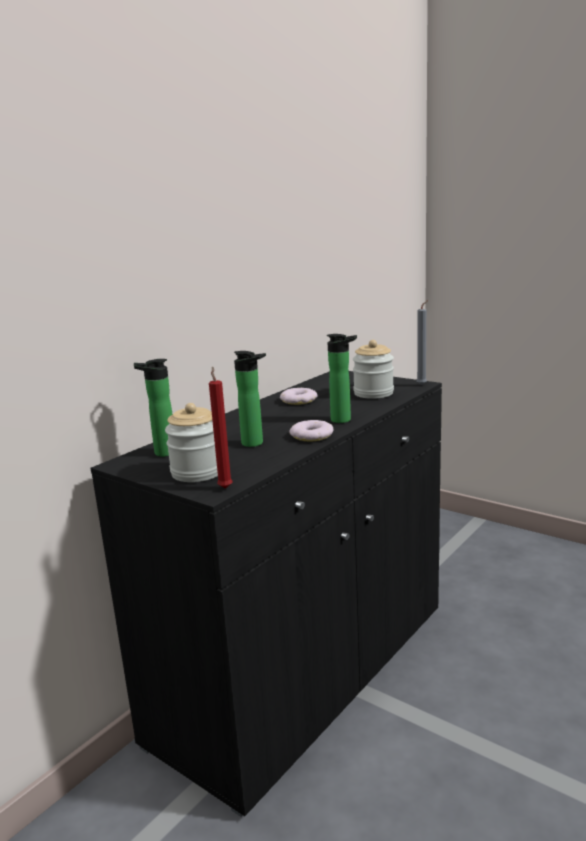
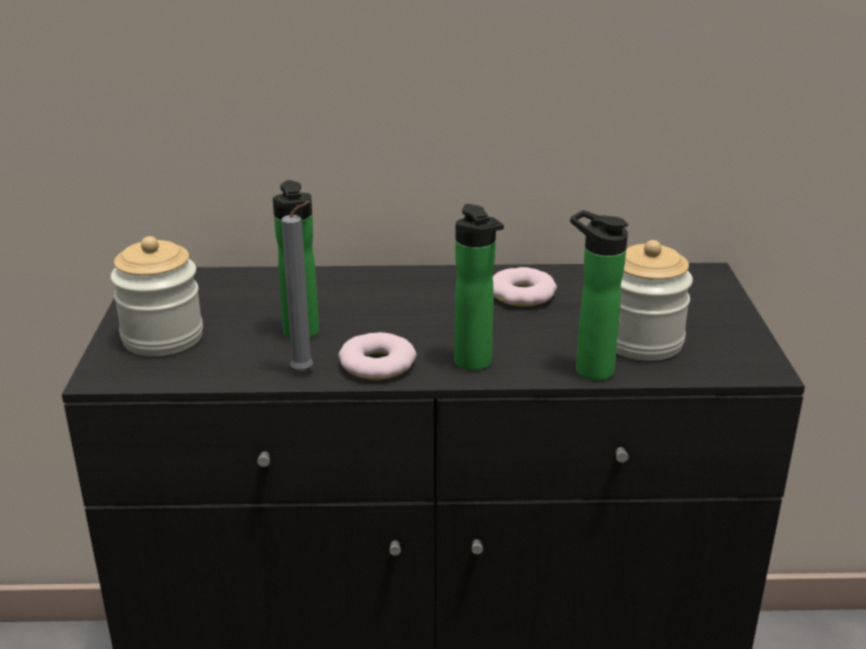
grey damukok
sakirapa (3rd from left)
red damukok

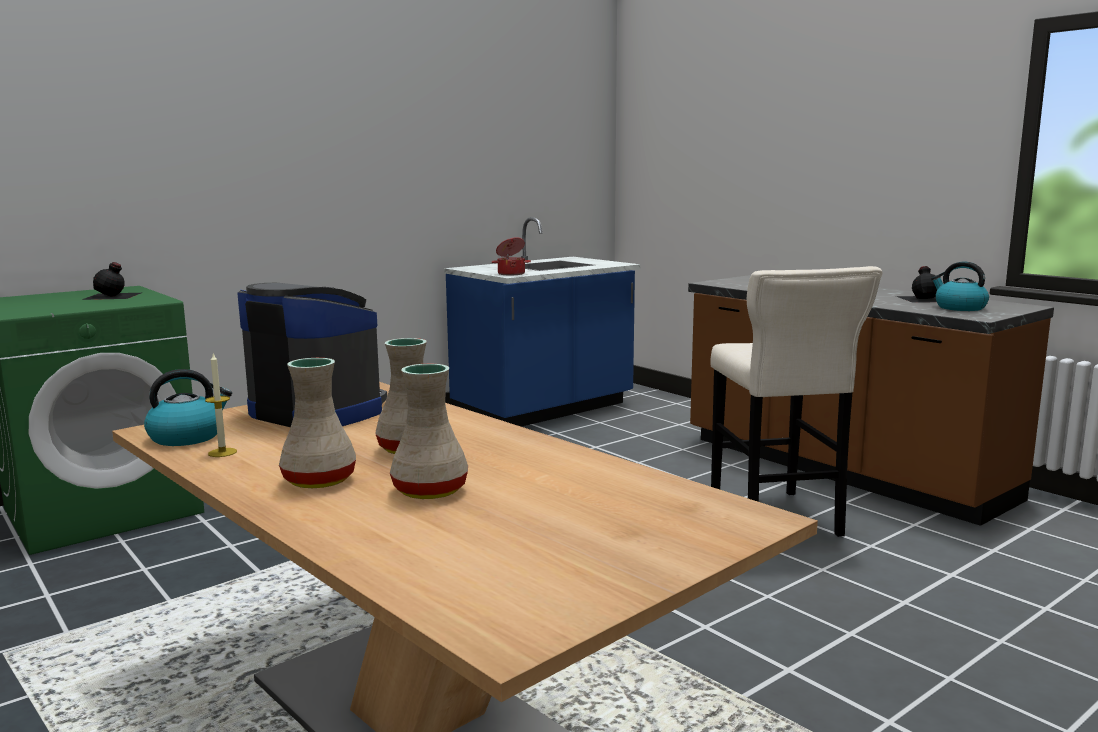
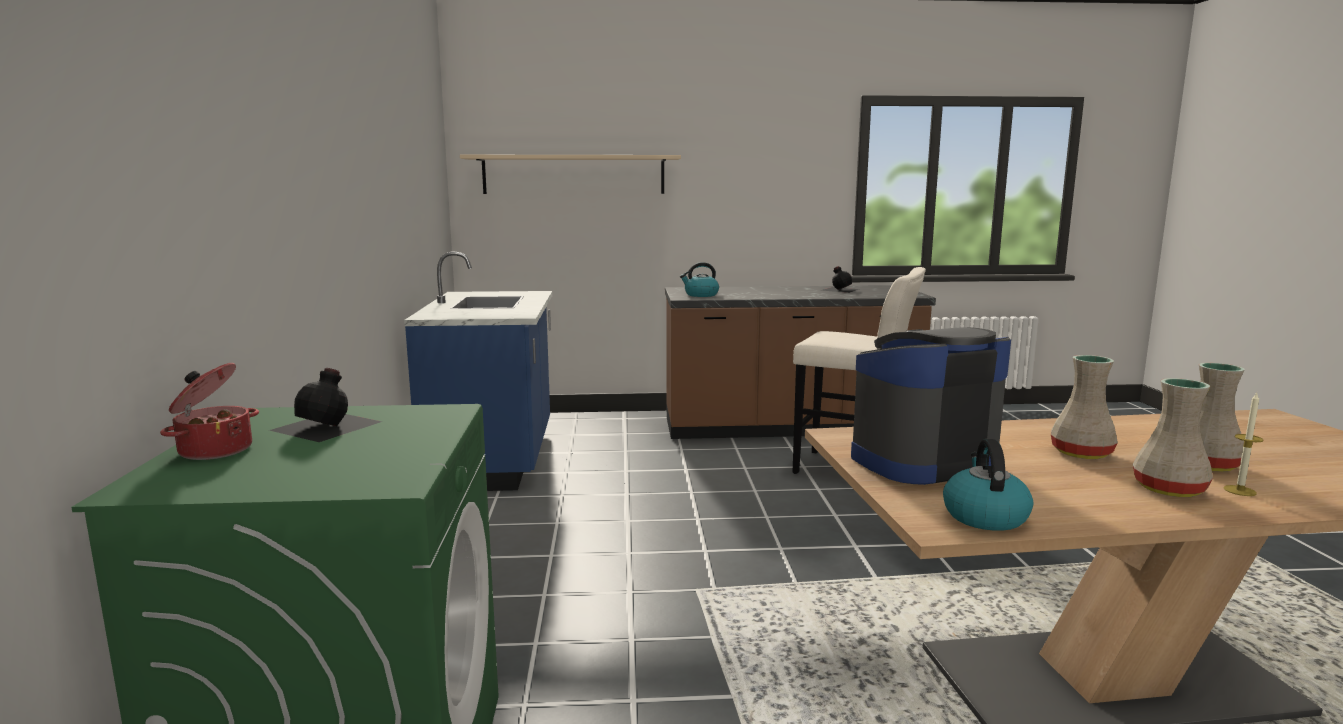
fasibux
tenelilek (1st from left)
damukok
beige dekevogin

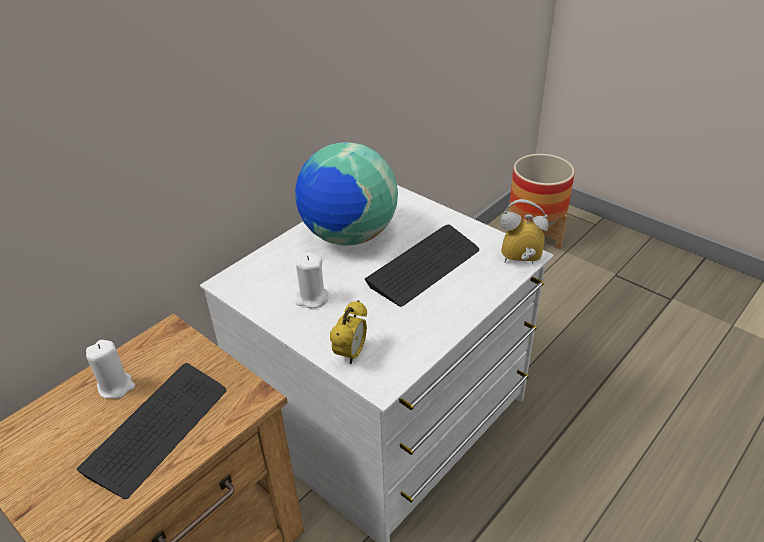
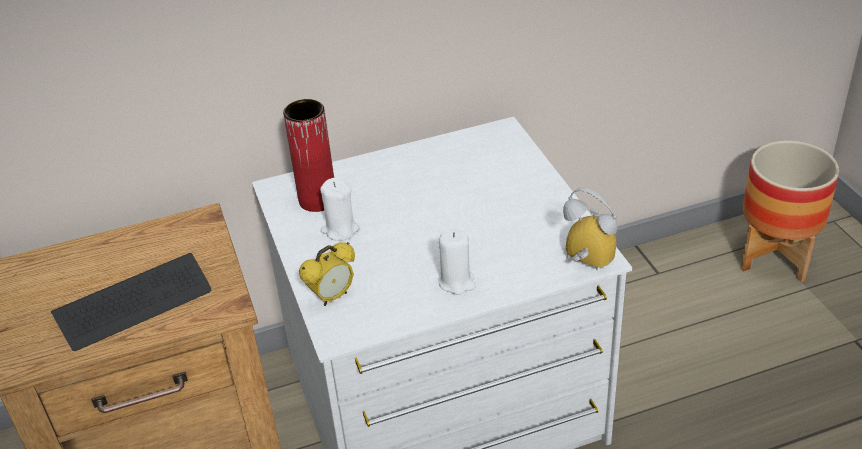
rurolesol
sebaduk (2nd from left in the first image)
white damukok (2nd from left)
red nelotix

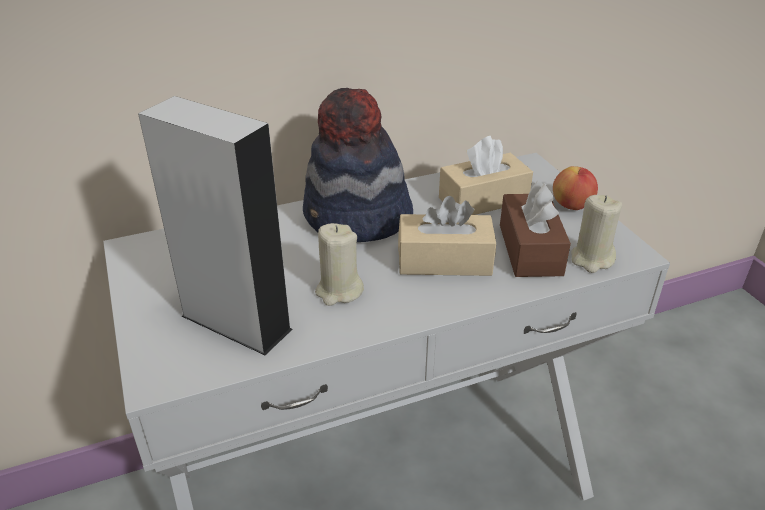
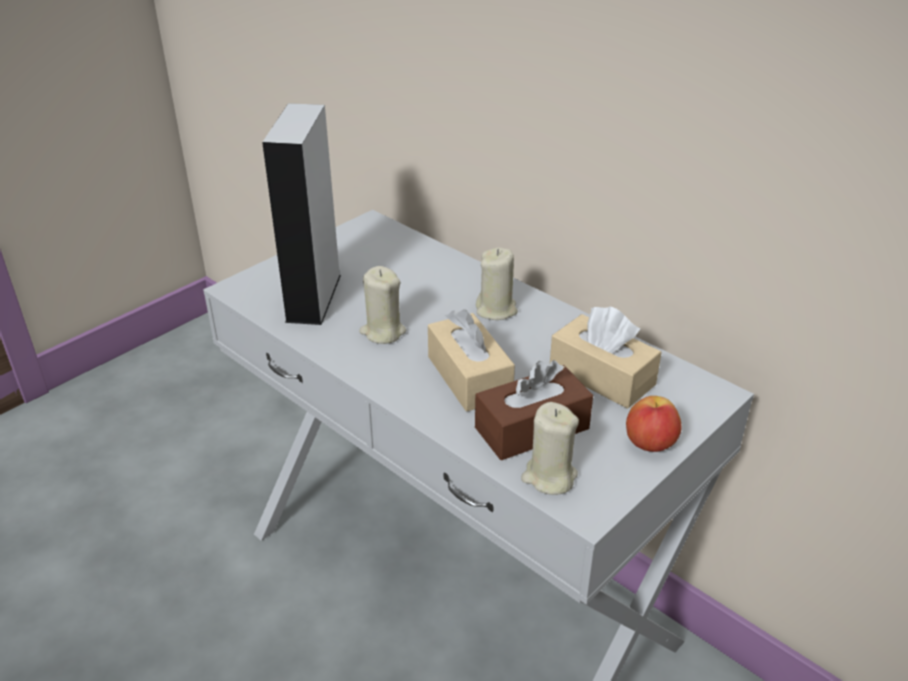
beige damukok (2nd from left)

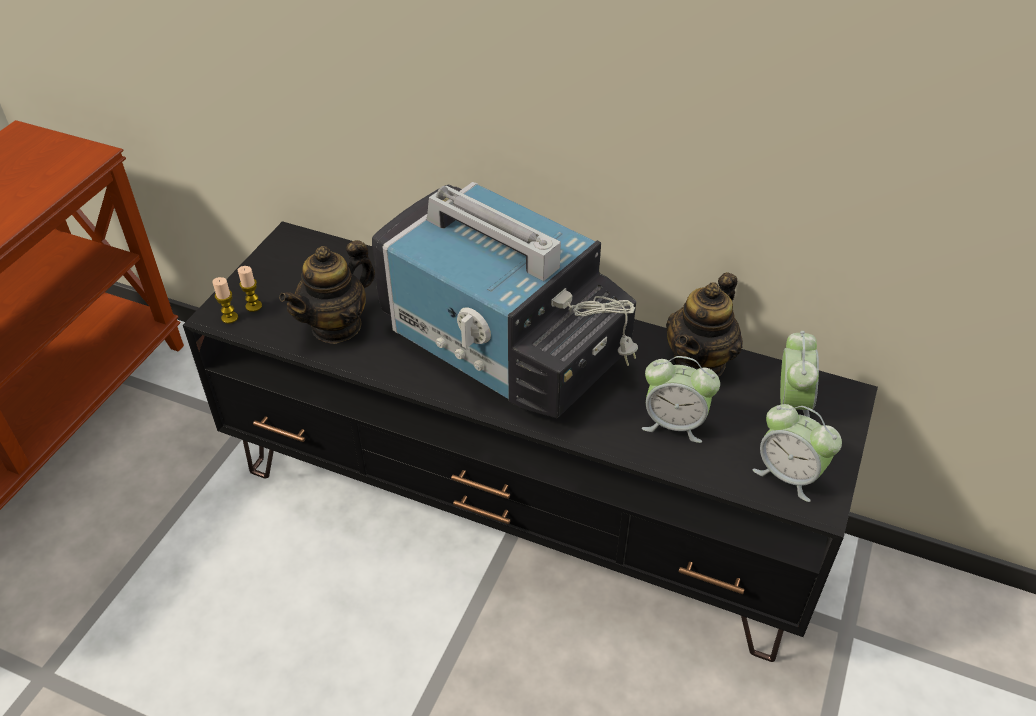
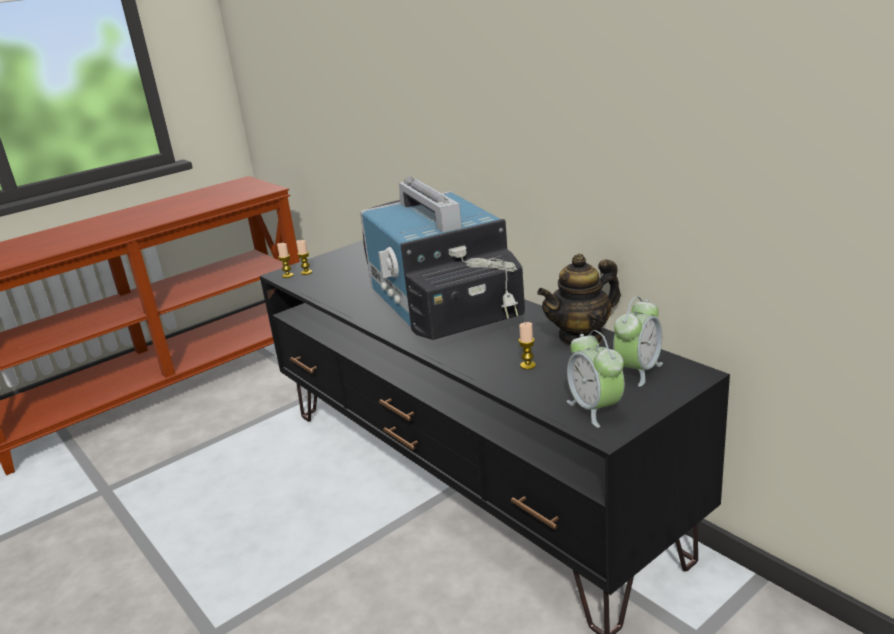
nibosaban (1st from left in the first image)
damukok (3rd from left)

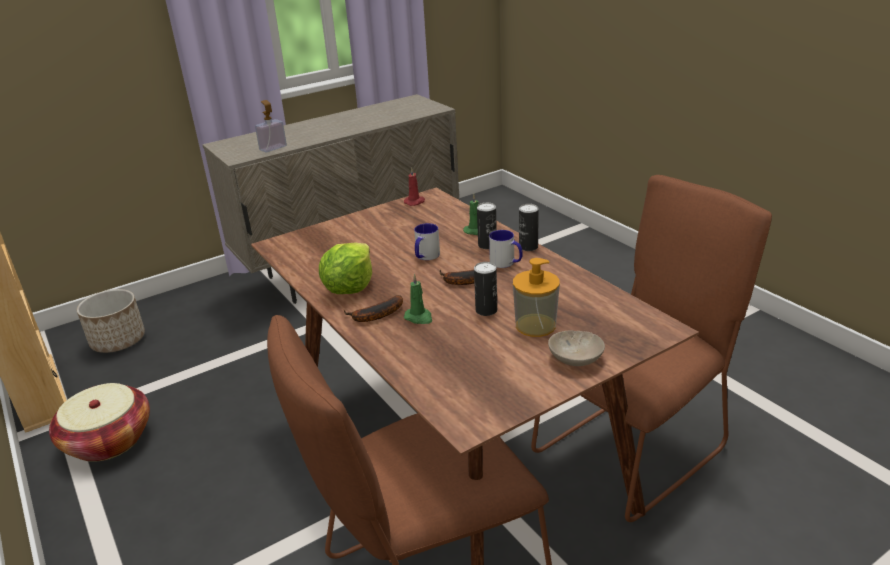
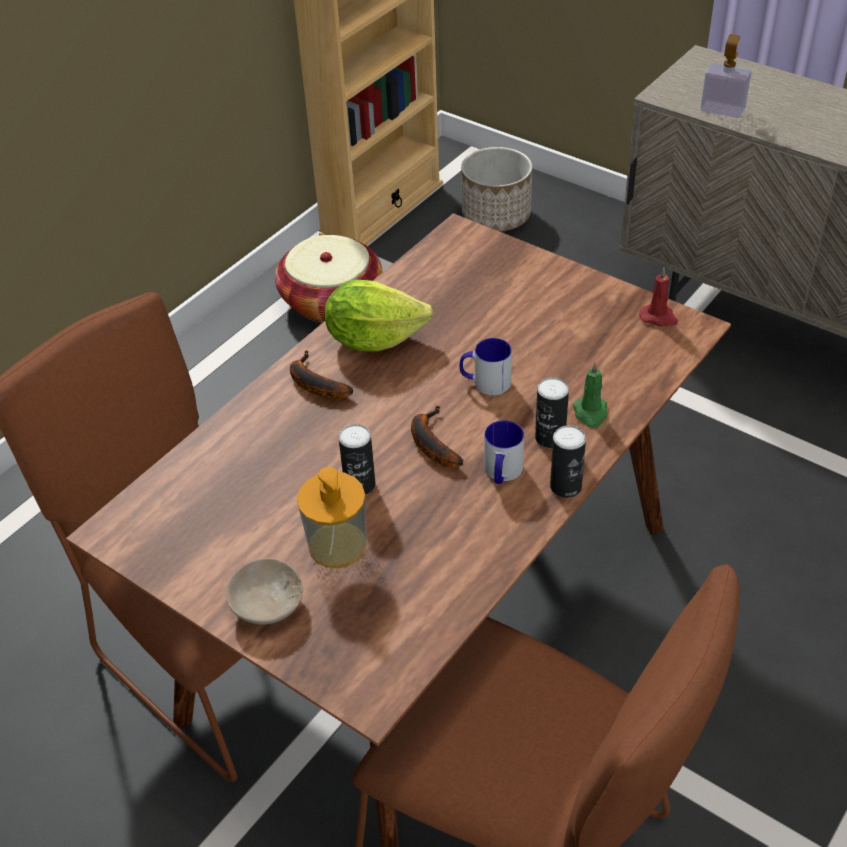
green damukok (1st from left in the first image)

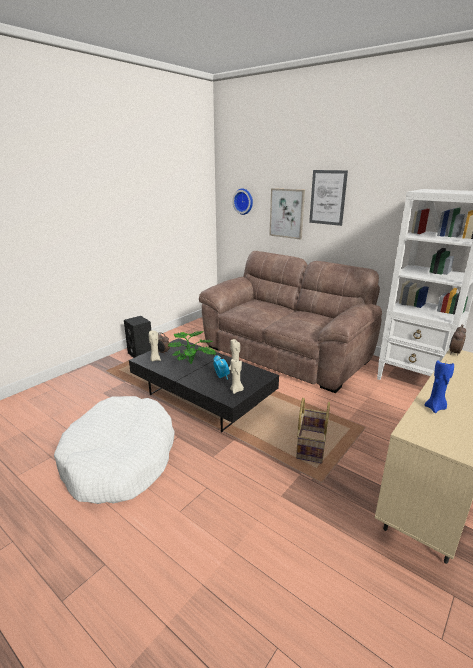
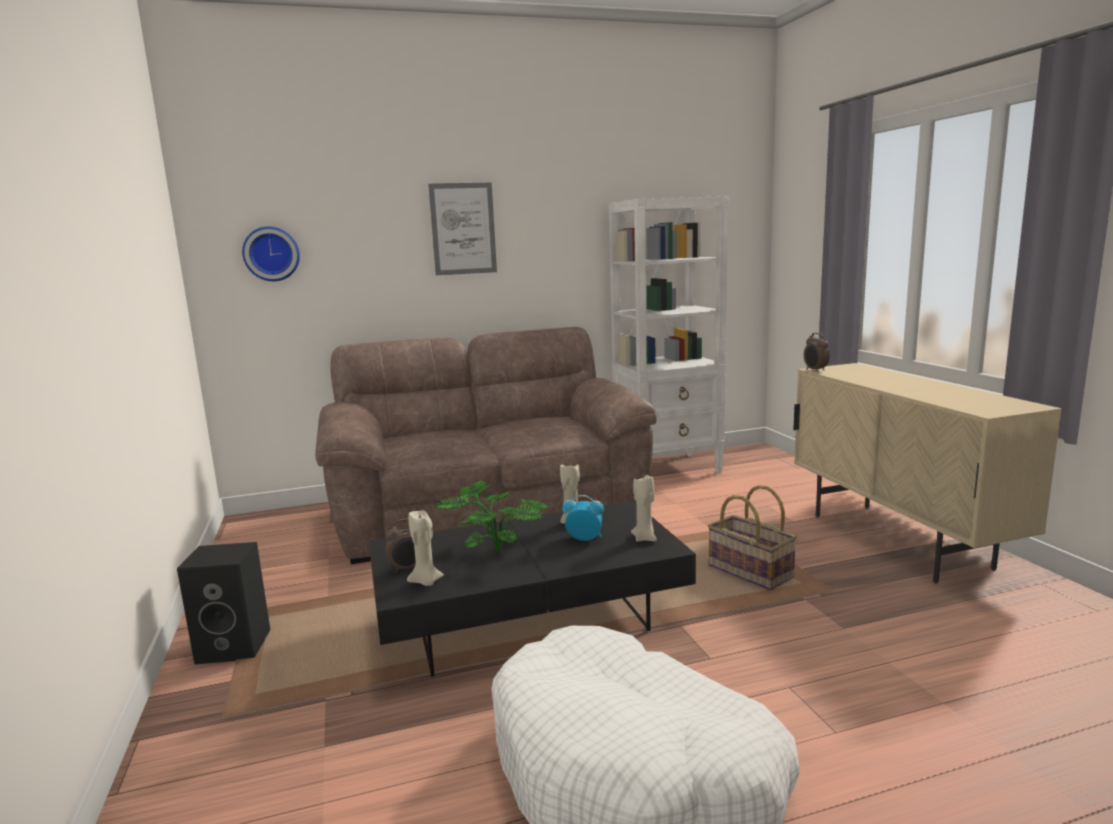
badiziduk (1st from left in the first image)
blue damukok

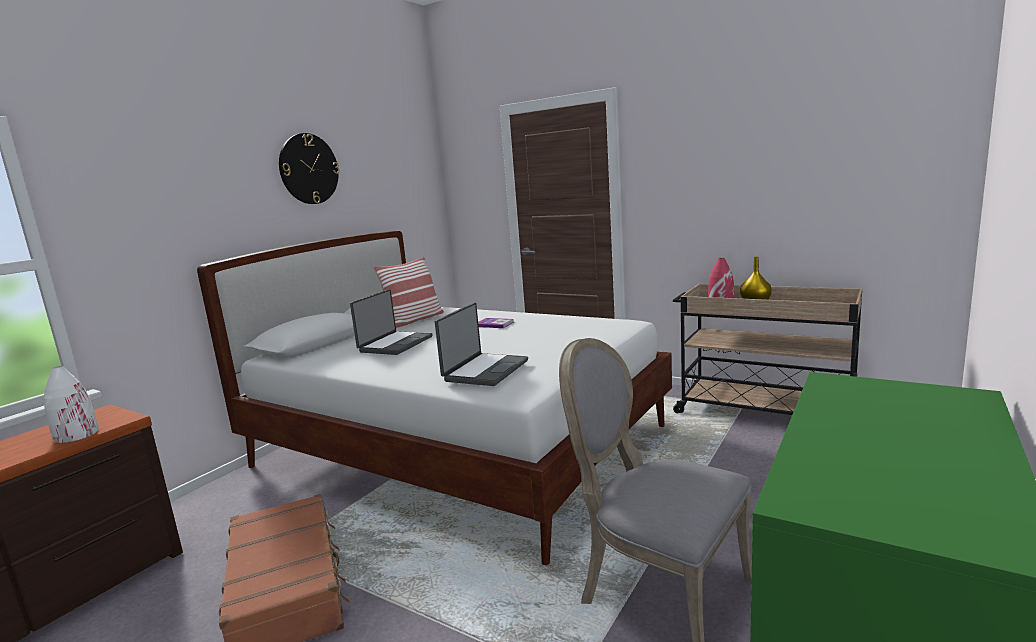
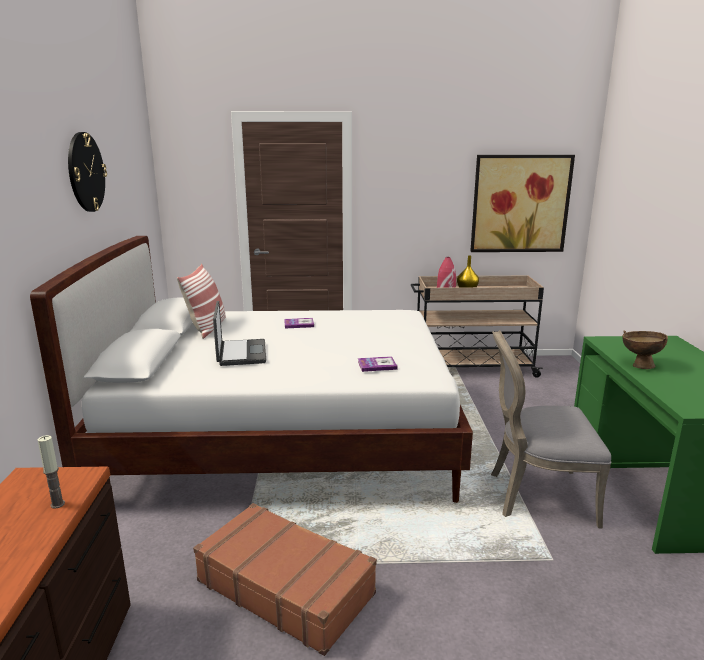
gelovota (2nd from left)
damukok
badiziduk
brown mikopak

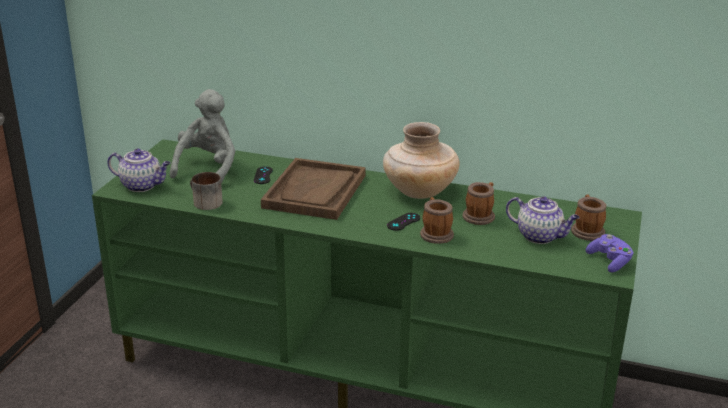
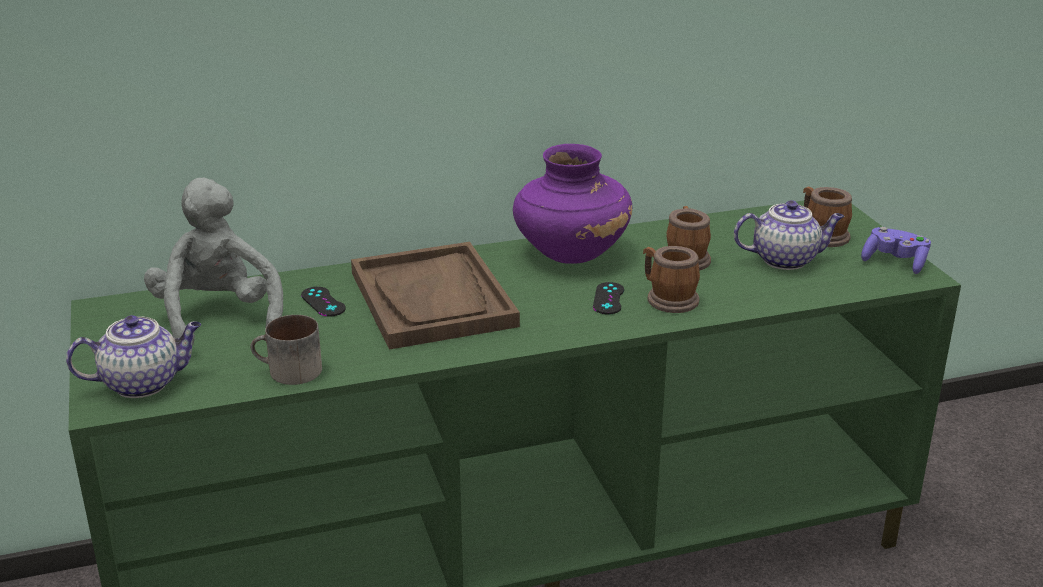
purple nelotix

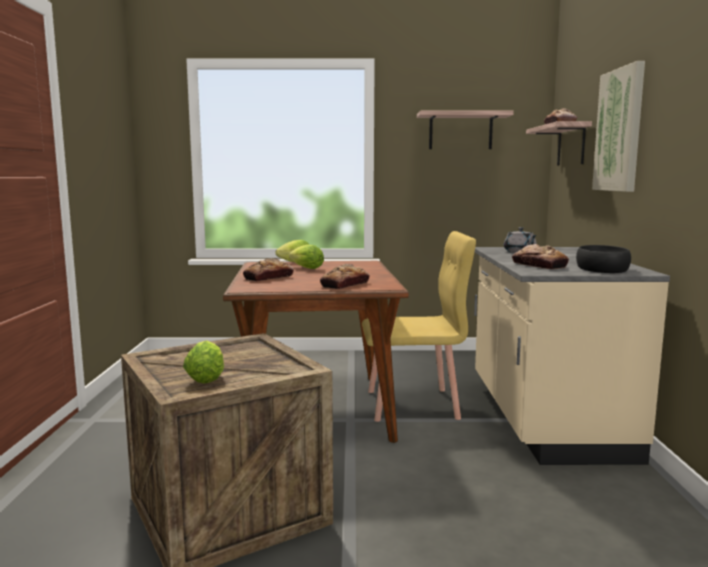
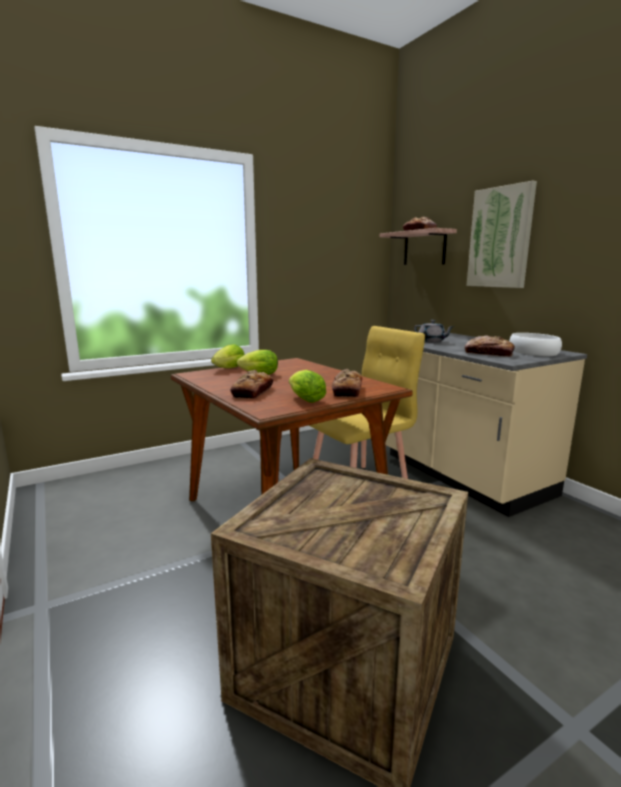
dekevogin (1st from left in the first image)
white mikopak
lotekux (3rd from left)

